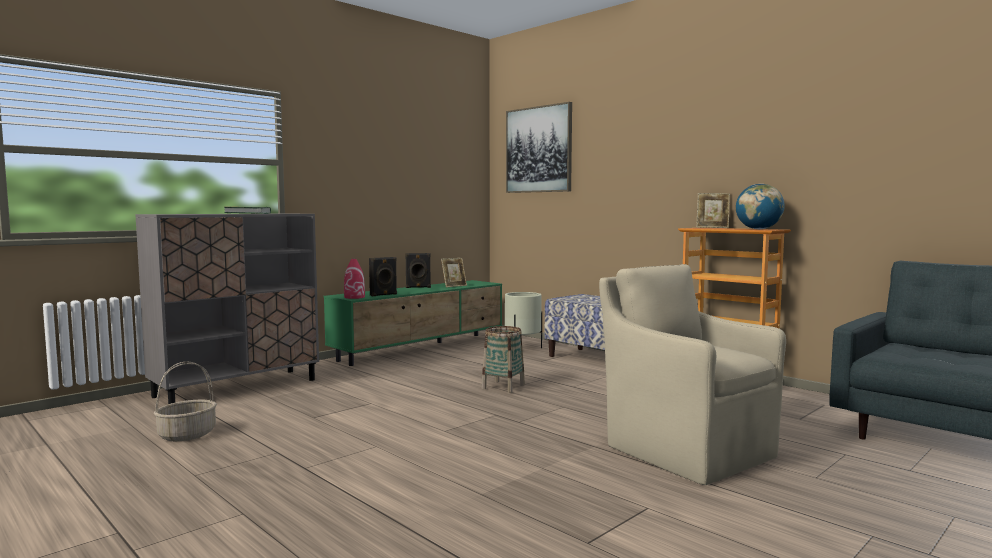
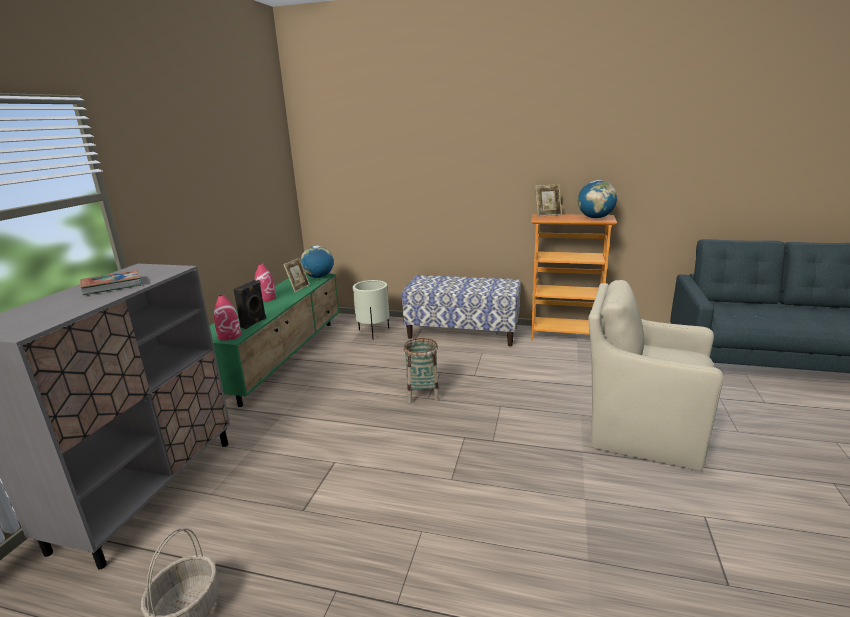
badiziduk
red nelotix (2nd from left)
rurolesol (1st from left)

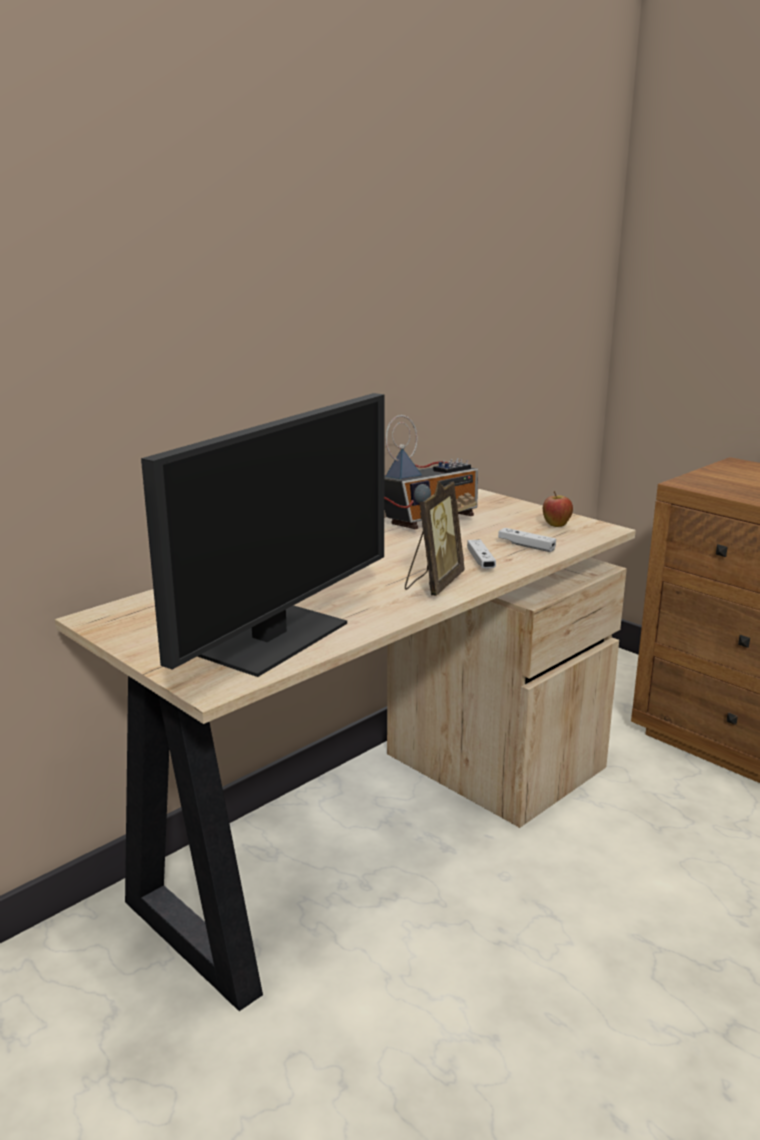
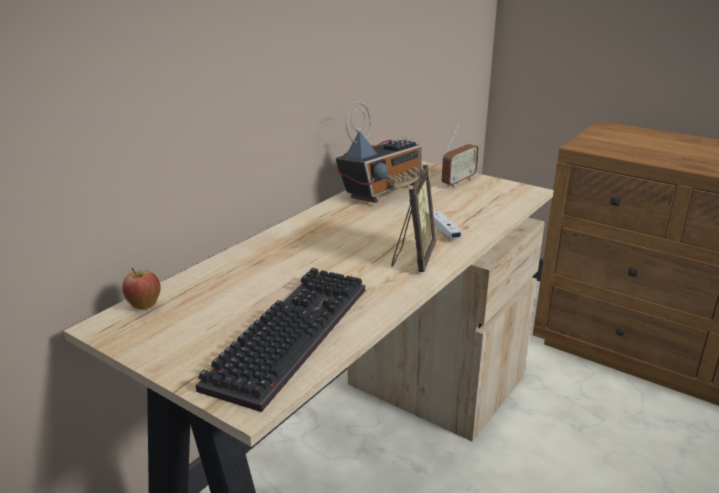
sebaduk
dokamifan
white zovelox (2nd from left in the first image)
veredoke (2nd from left)

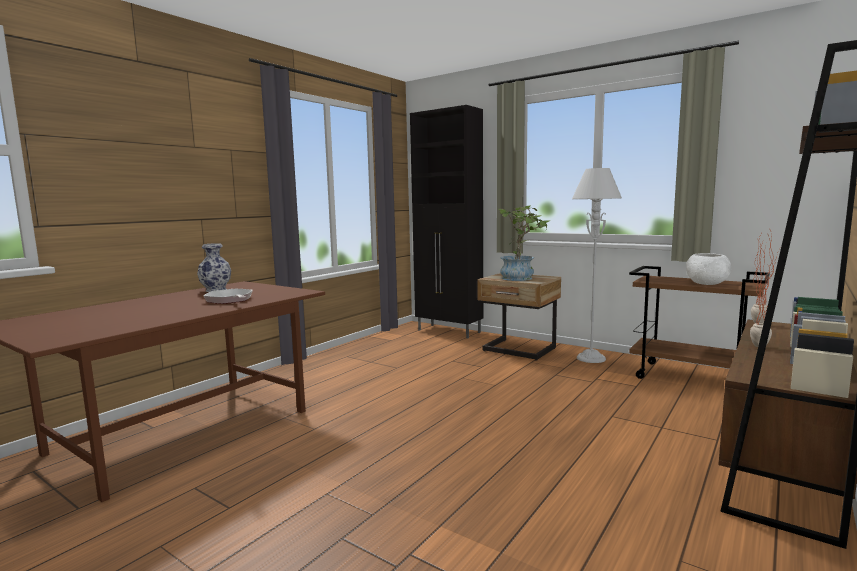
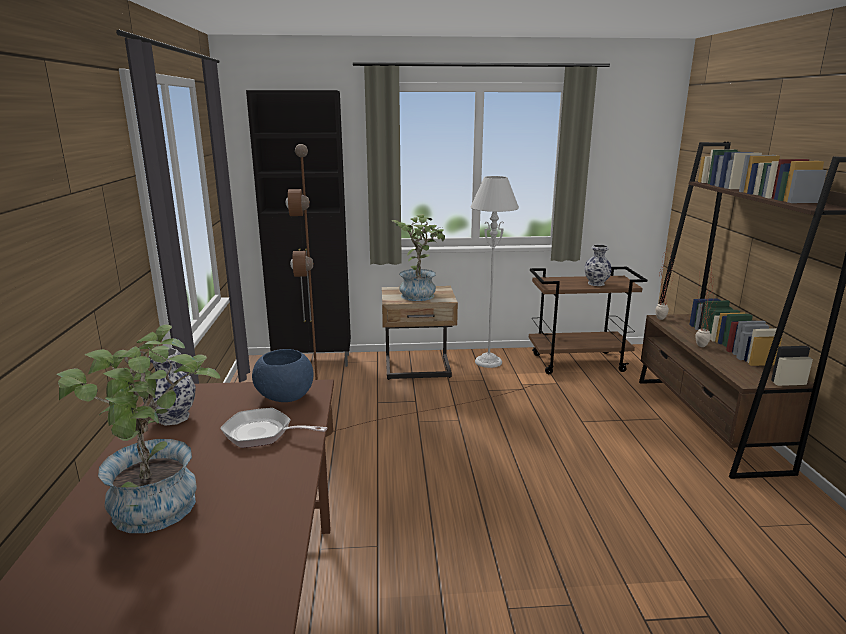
nelotix (2nd from left)
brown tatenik
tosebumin (1st from left)
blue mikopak

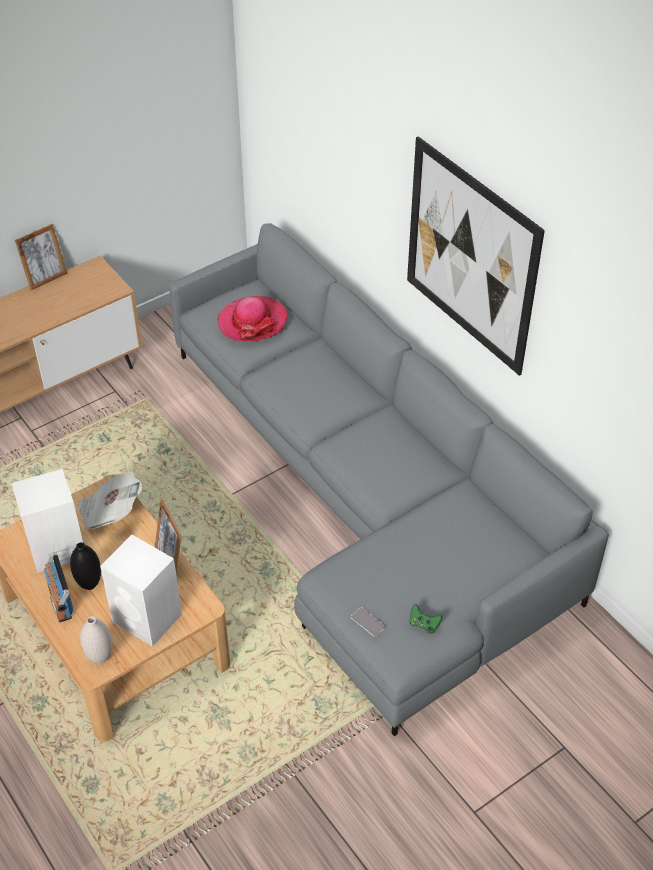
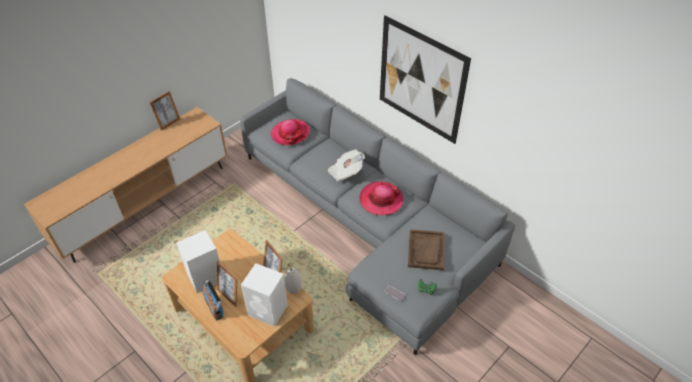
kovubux
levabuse (2nd from left)
white nelotix
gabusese (2nd from left)
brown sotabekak

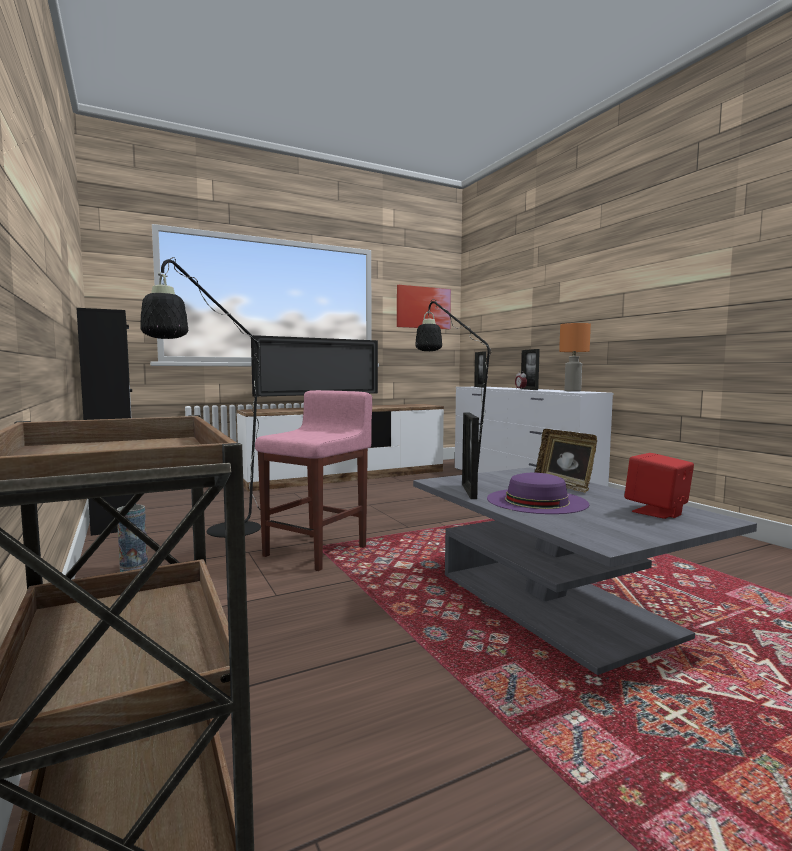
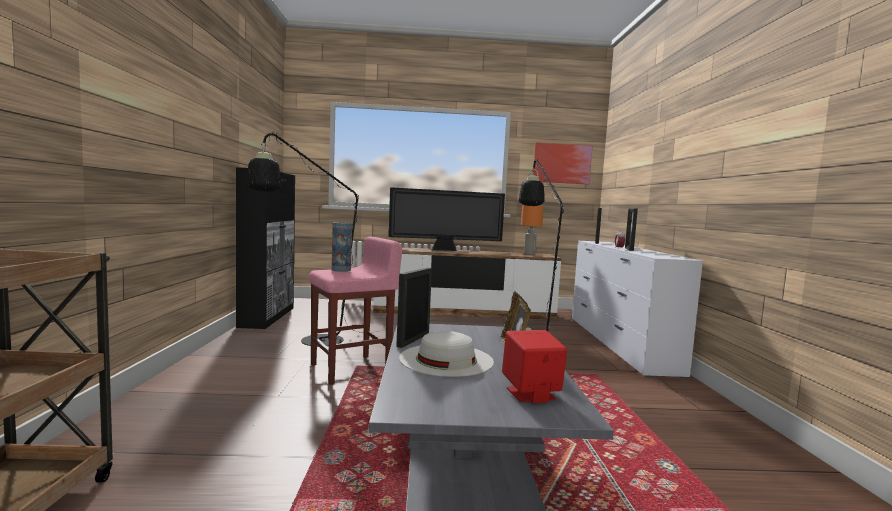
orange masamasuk
white gabusese
nelotix

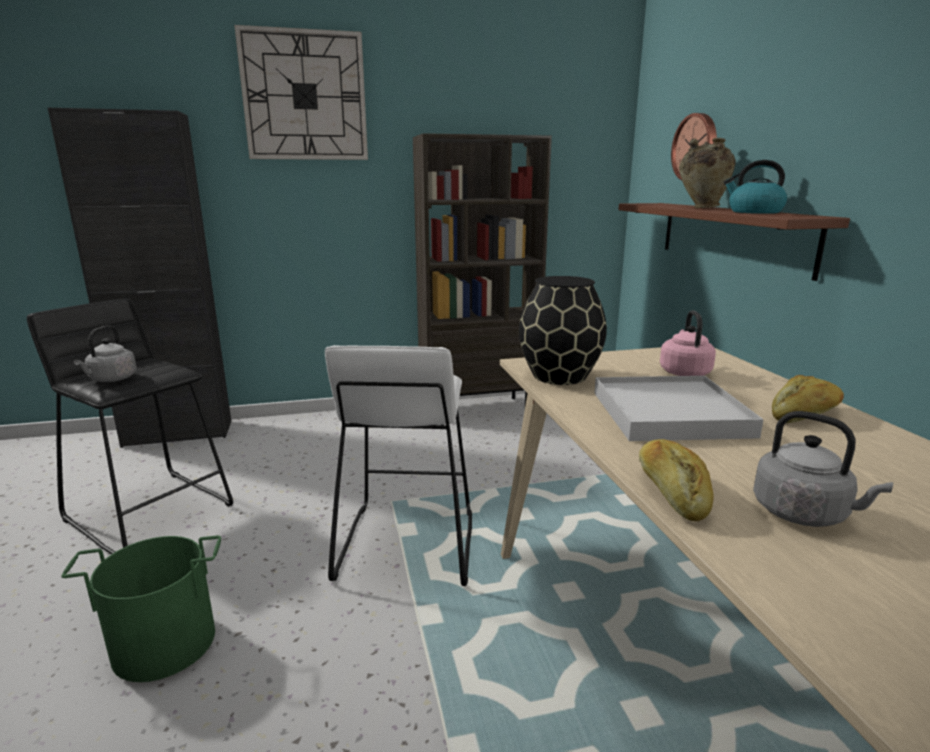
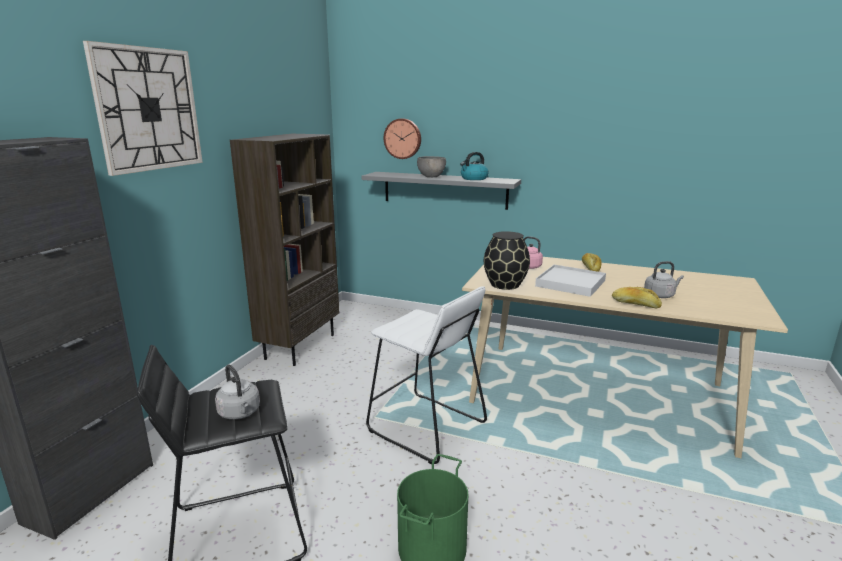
grey mikopak
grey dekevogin

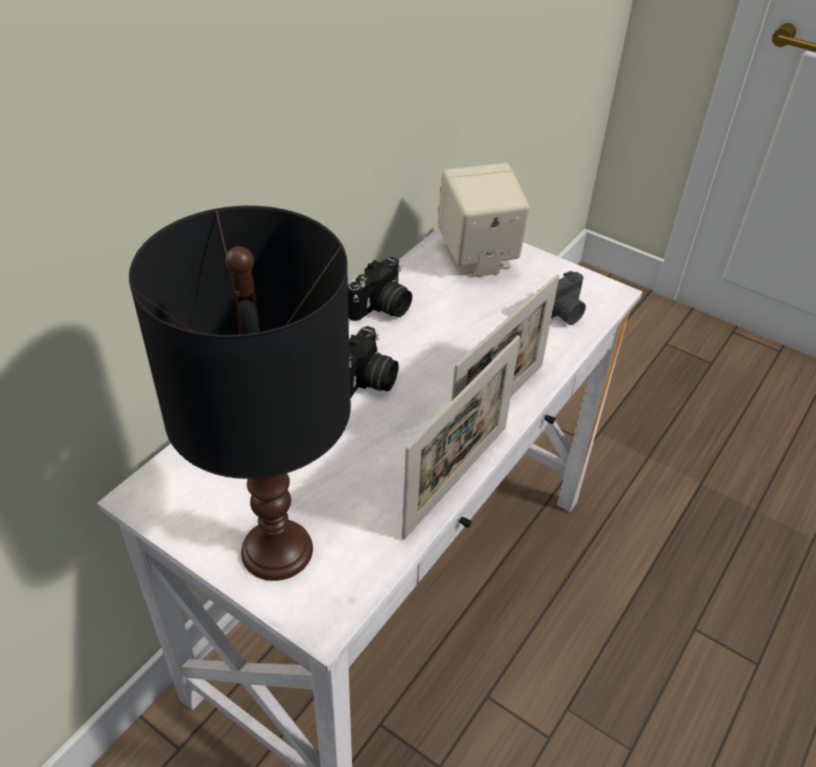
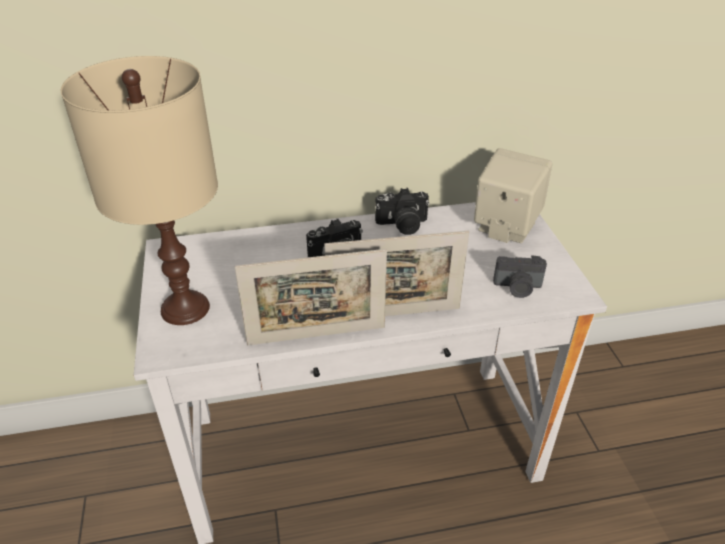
beige masamasuk

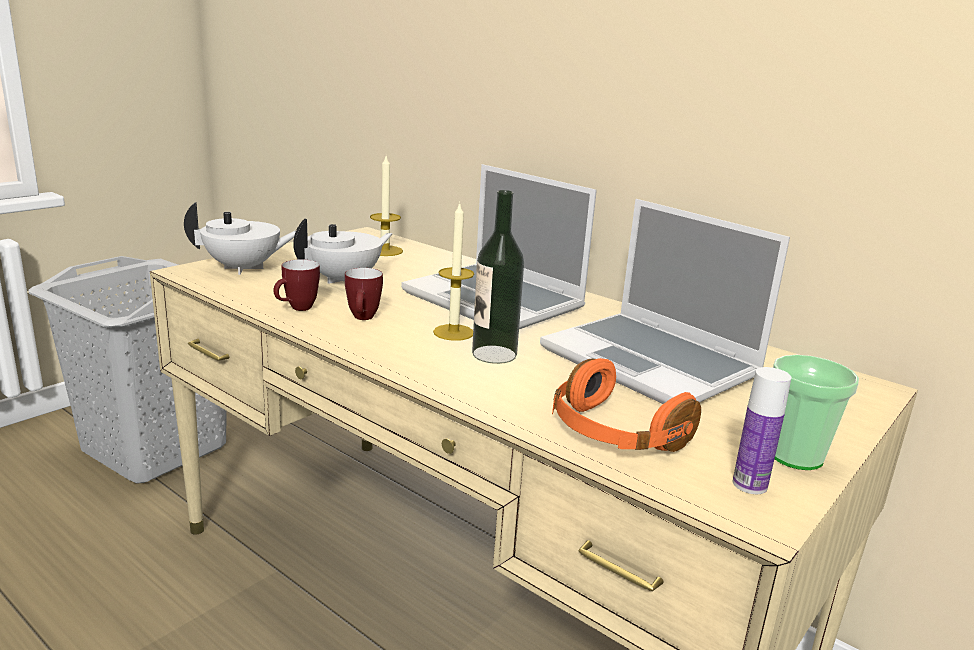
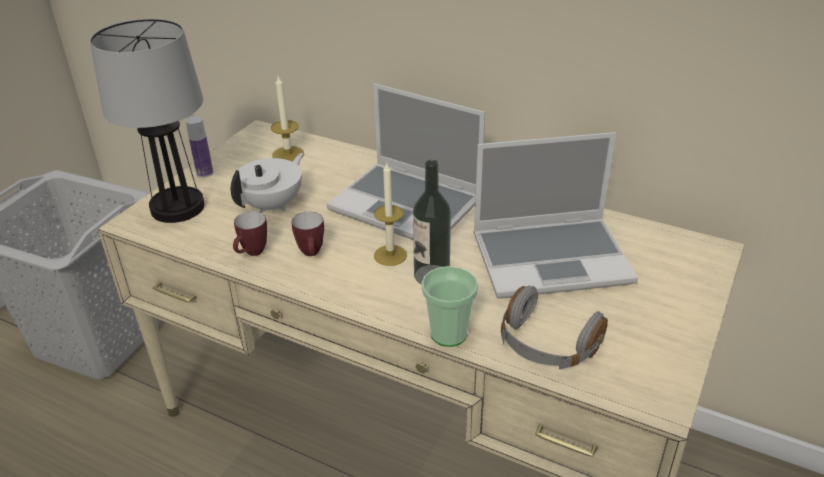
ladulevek (2nd from left)
masamasuk
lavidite
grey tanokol
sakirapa (1st from left)

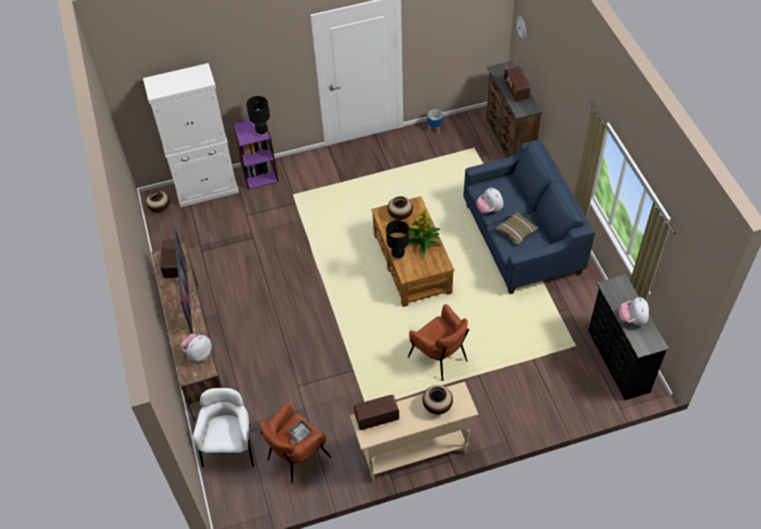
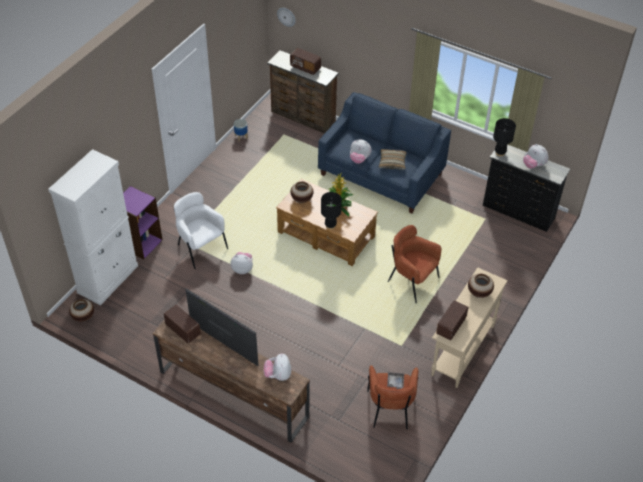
black masamasuk (2nd from left)
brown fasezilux (2nd from left)
white fasezilux
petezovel (1st from left)

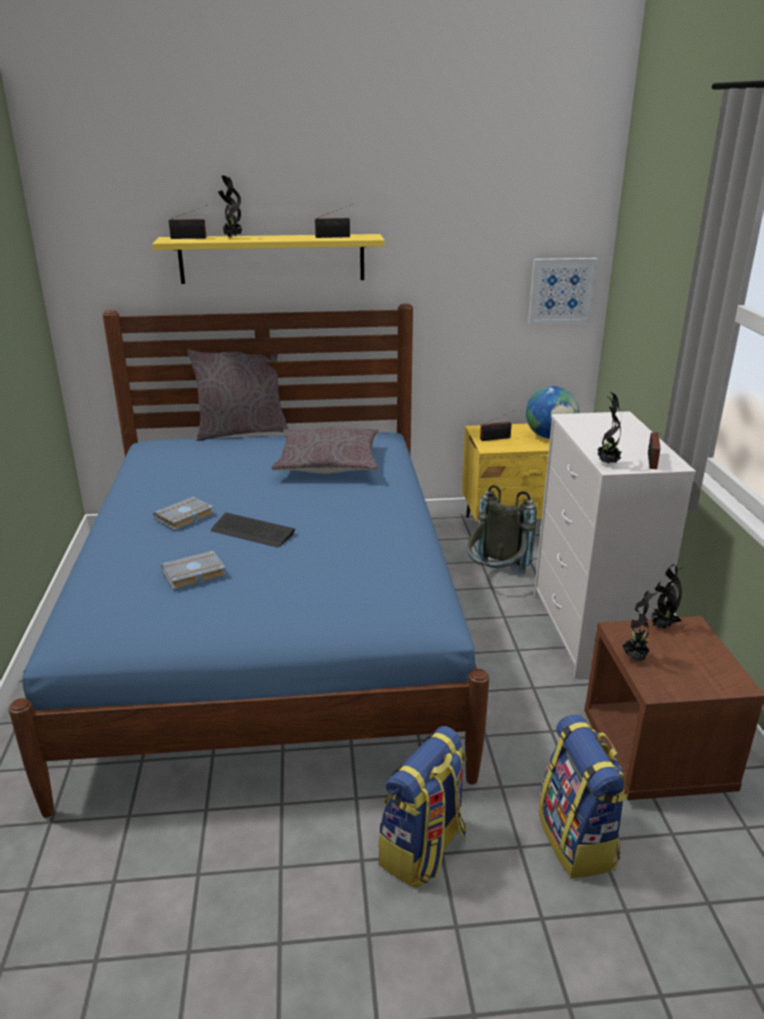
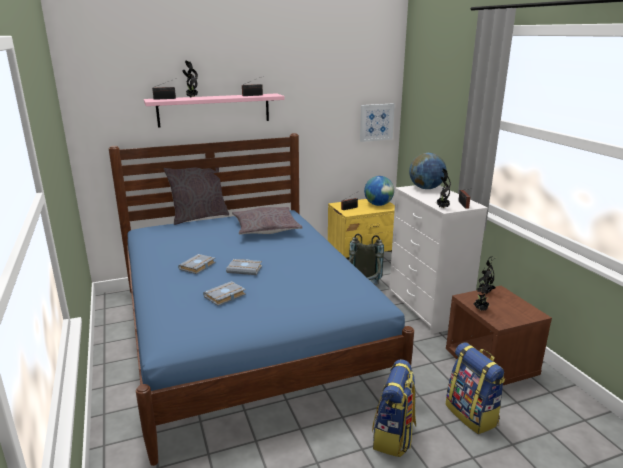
pink dekevogin
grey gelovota (3rd from left)
rurolesol (2nd from left)

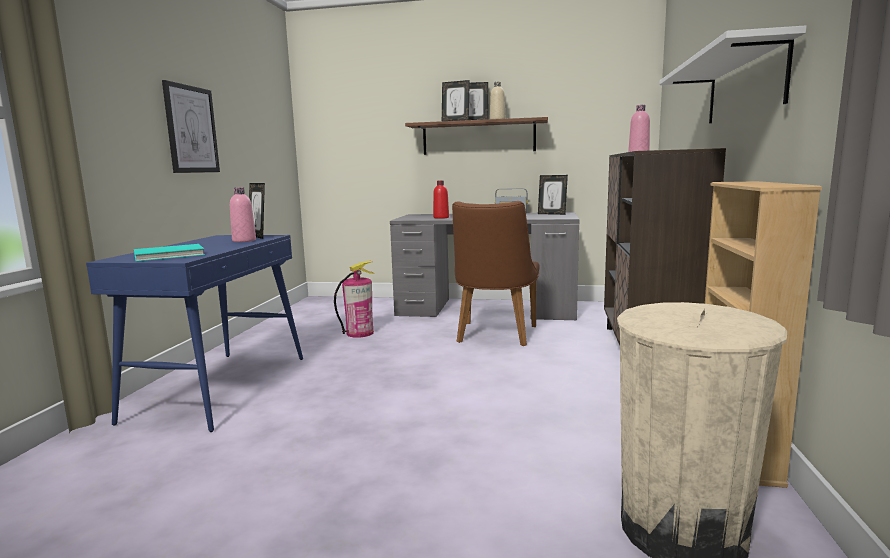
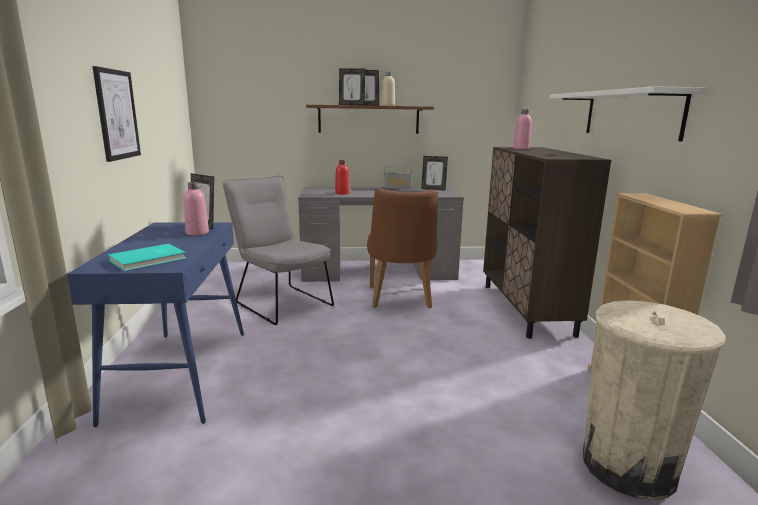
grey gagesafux

